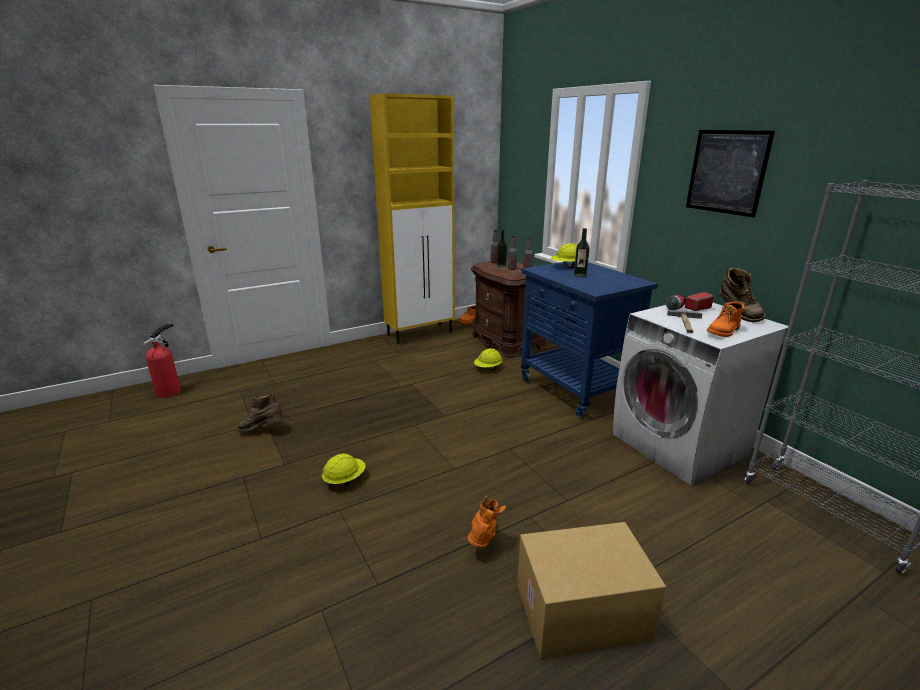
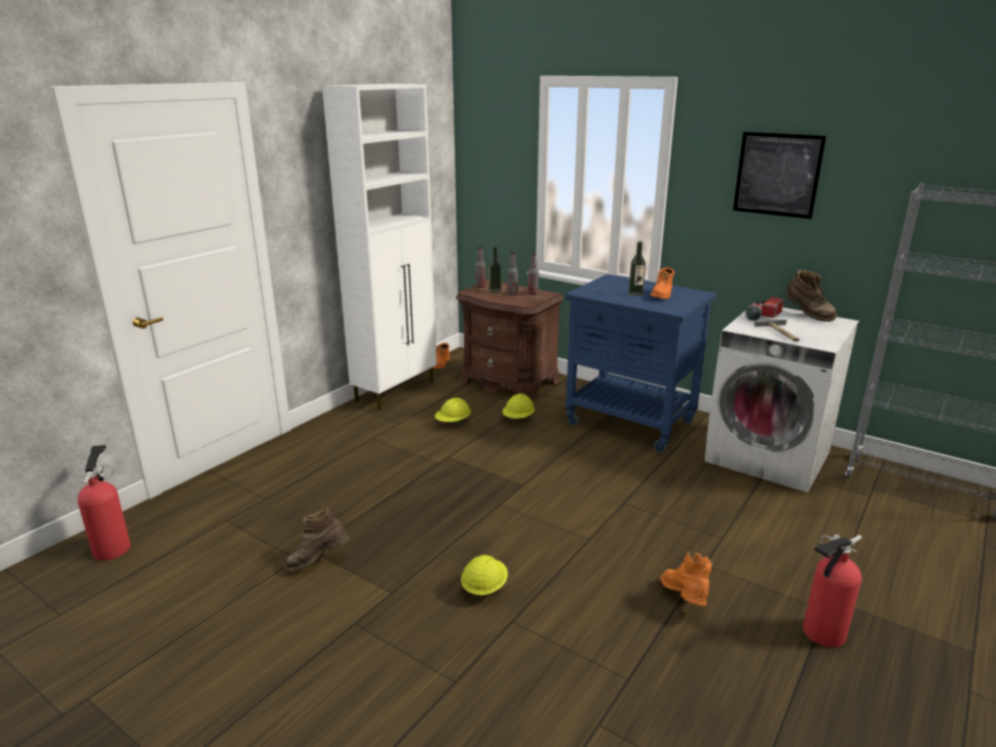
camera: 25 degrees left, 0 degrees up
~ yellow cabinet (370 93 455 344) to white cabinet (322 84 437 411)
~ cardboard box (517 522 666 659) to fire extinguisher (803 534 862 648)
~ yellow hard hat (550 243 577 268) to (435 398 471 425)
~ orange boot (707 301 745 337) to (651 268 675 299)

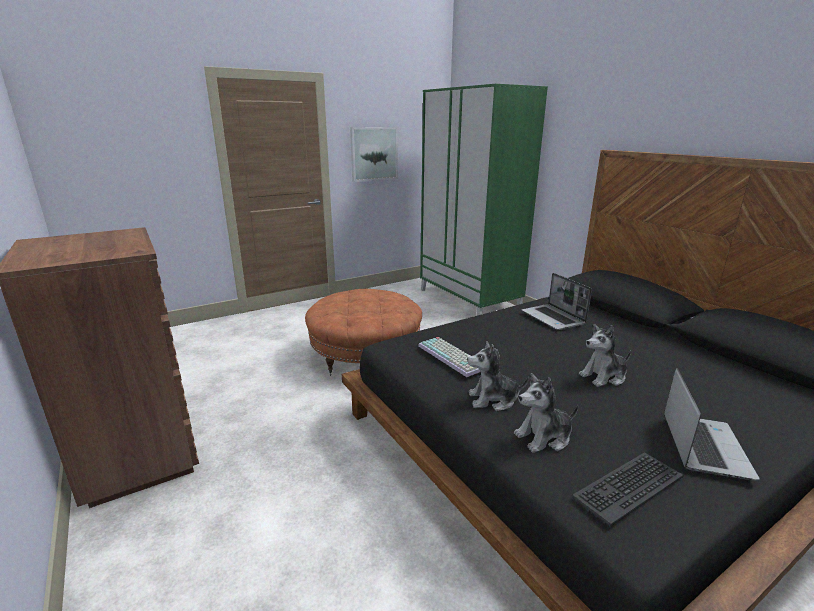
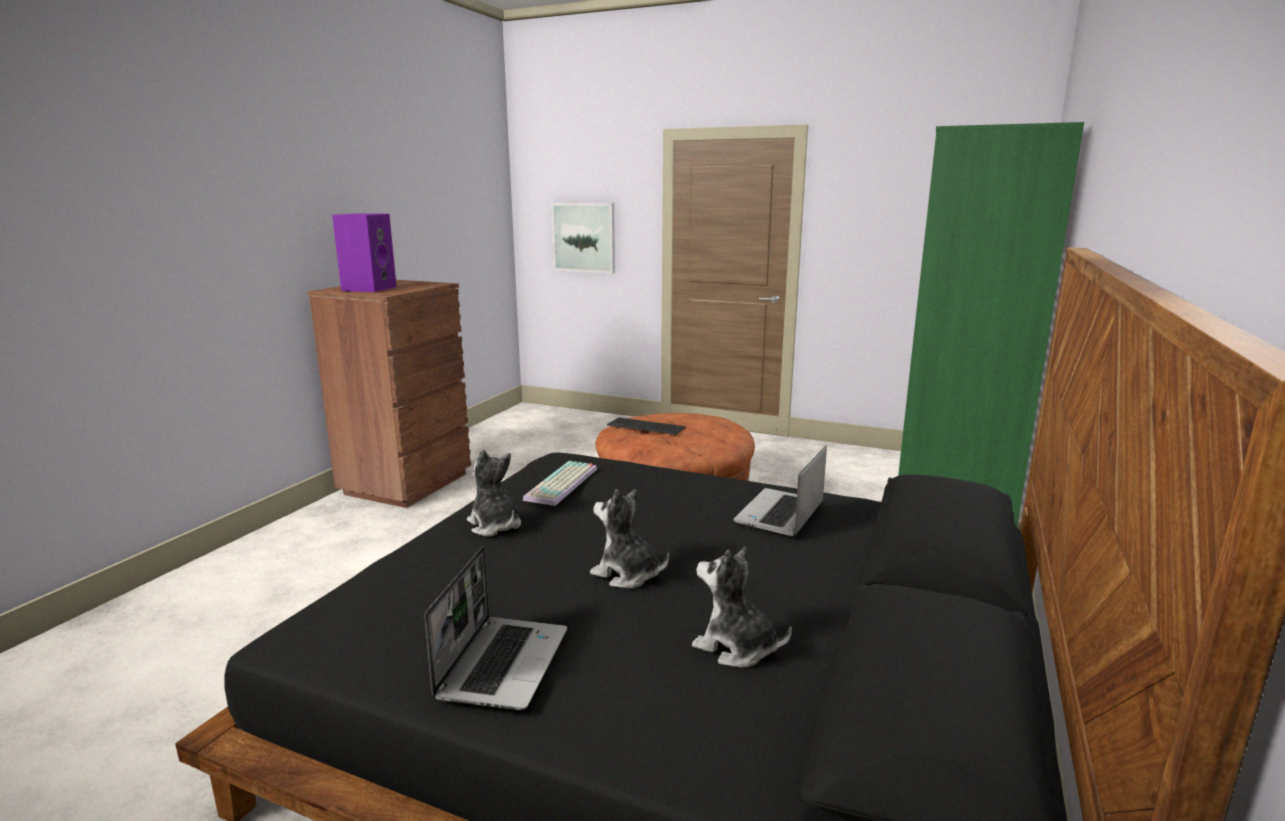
camera: 55 degrees right, 5 degrees down
~ picture (350 127 398 182) to (551 203 615 274)
~ plush toy (514 373 578 453) to (692 547 792 668)
~ keyboard (572 452 684 527) to (607 417 686 435)
~ laptop (664 368 760 481) = (425 546 567 710) 60 degrees counterclockwise
+ purple speaker (332 213 397 292)

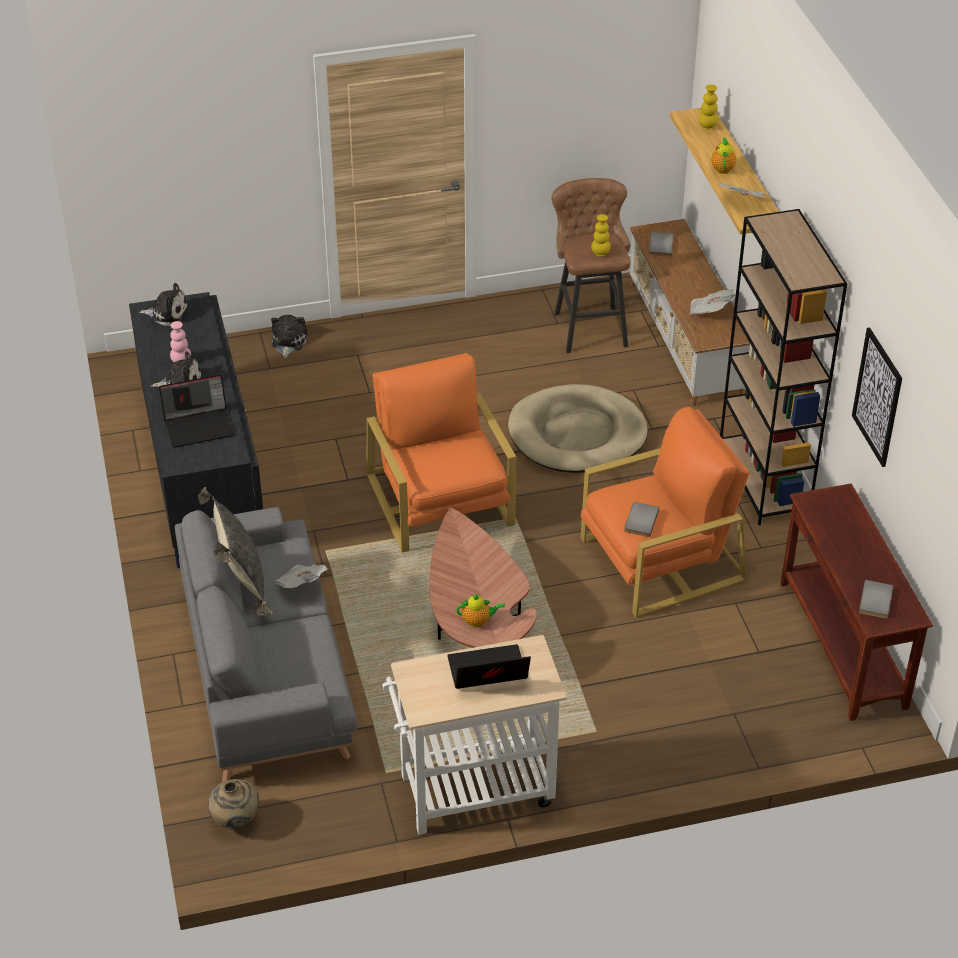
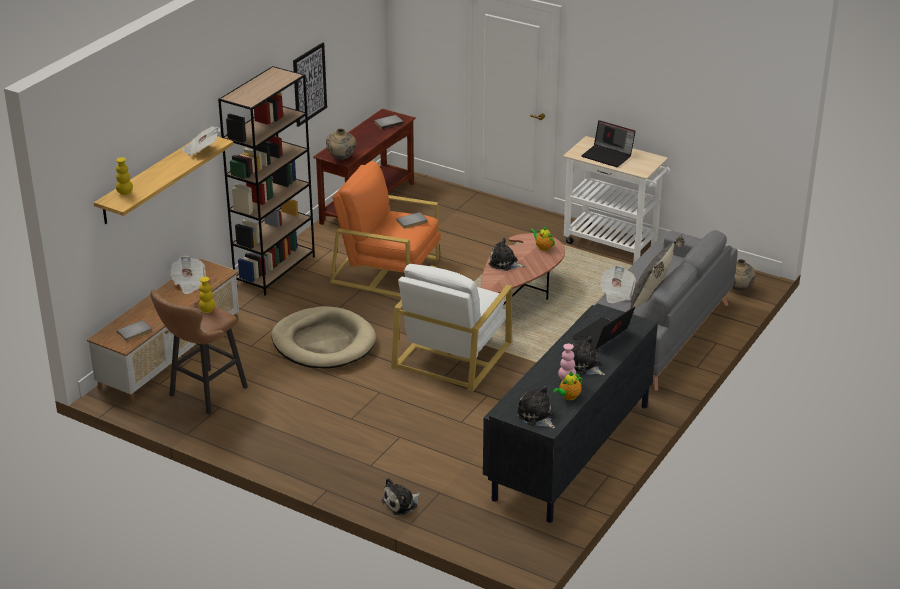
camera: 135 degrees left, 10 degrees down
~ laptop (159 375 234 448) = (572 306 635 349) 75 degrees counterclockwise
~ orange armchair (366 353 516 553) to white armchair (391 264 512 392)
~ teapot (711 138 737 174) to (553 372 582 400)
+ beige vase (326 128 357 160)
+ plush toy (489 238 525 271)

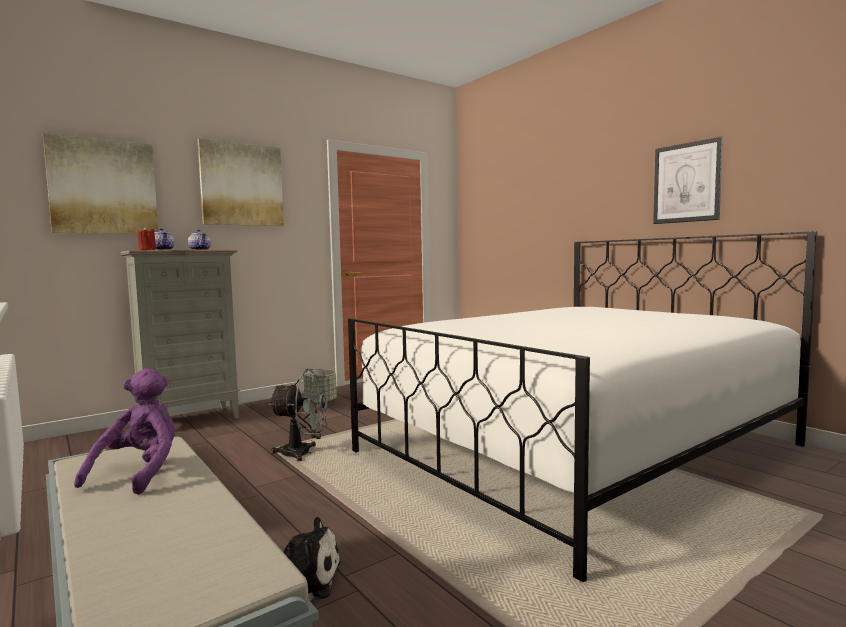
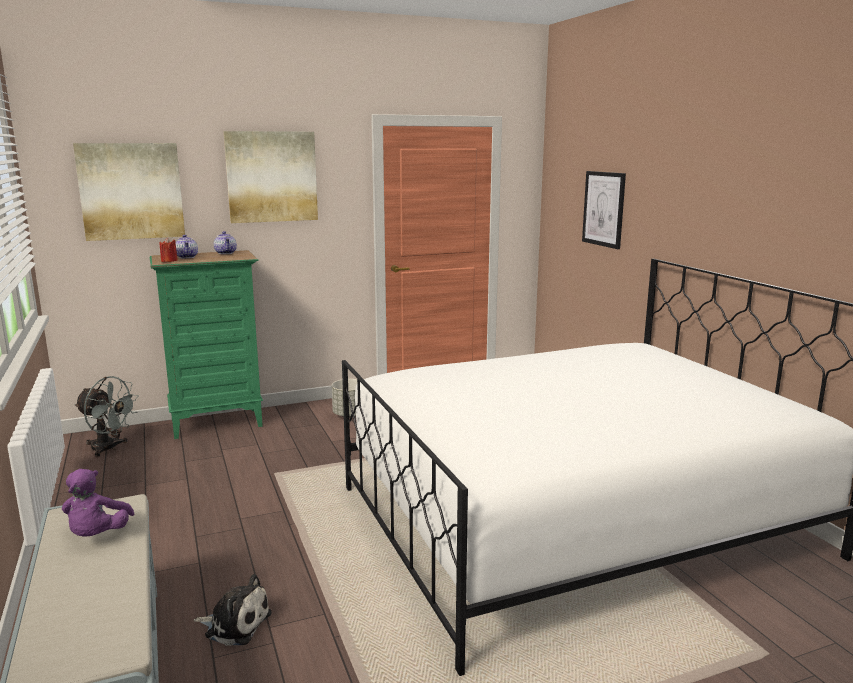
camera: 15 degrees right, 10 degrees up
~ purple plush toy (74 368 175 495) = (62 469 135 536) 150 degrees clockwise
~ grey dresser (121 250 240 418) to green dresser (150 250 263 439)
~ grey fan (268 369 332 461) to (75 376 139 457)
~ picture (653 137 723 224) to (582 171 626 249)

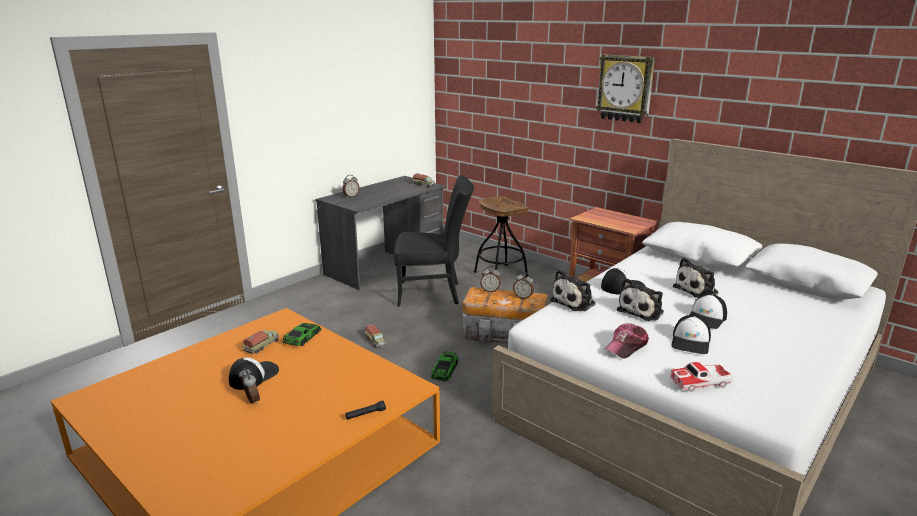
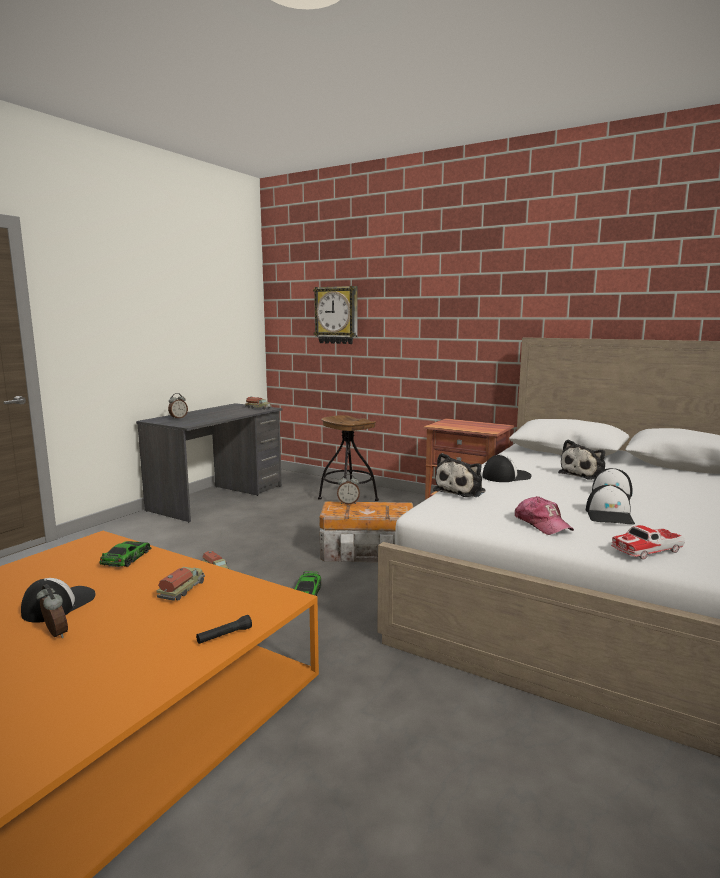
camera: 10 degrees left, 10 degrees down
~ toy truck (242 330 279 354) to (157 567 205 601)
- black chair (394 175 474 307)
- alarm clock (513 272 534 300)
~ wall clock (596 54 655 123) to (313 286 358 344)
~ cap (604 323 649 359) = (515 496 574 535) 60 degrees counterclockwise
- plush toy (617 278 664 321)

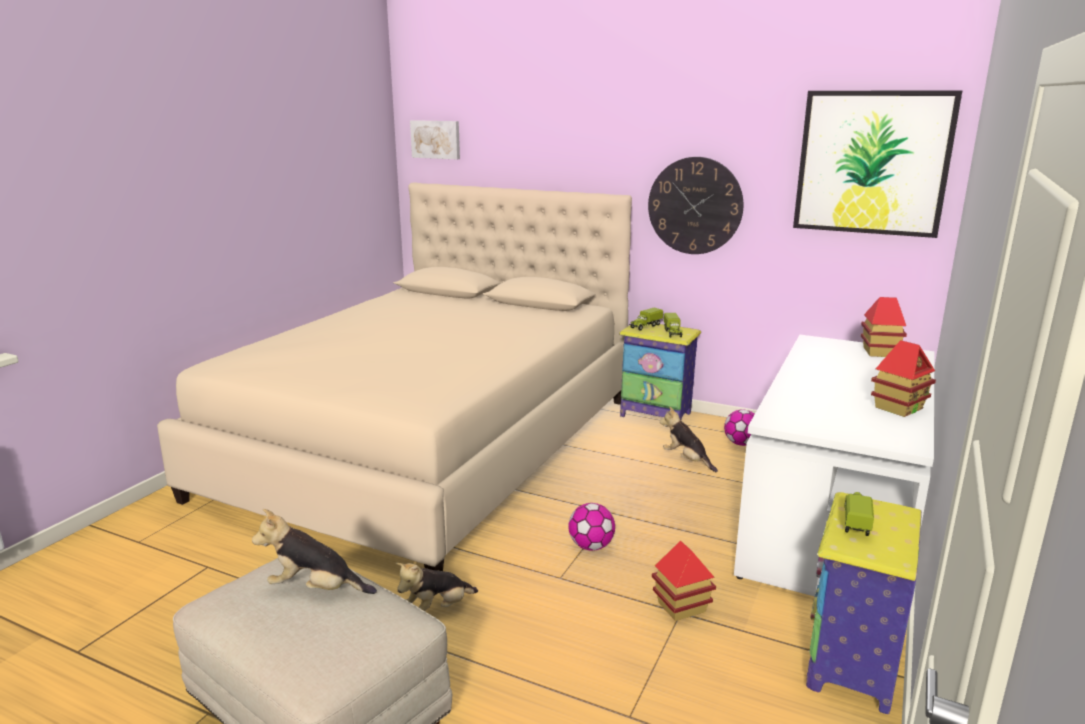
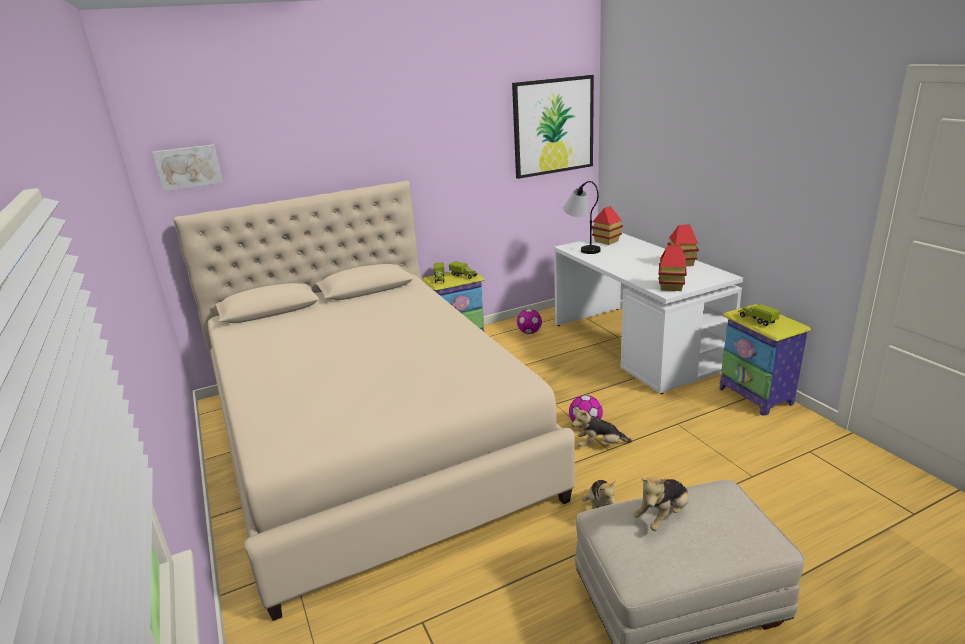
camera: 50 degrees left, 5 degrees up
- wall clock (648 157 744 254)
~ toy house (652 541 716 621) to (658 245 687 291)
~ plush toy (660 406 718 472) to (572 408 632 447)
+ table lamp (563 181 600 254)

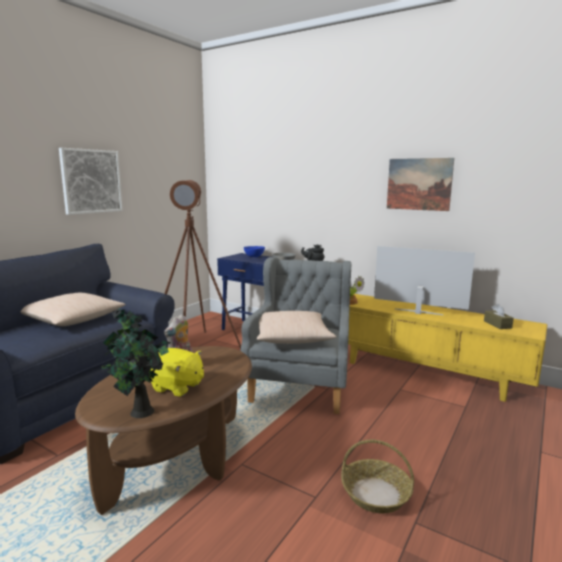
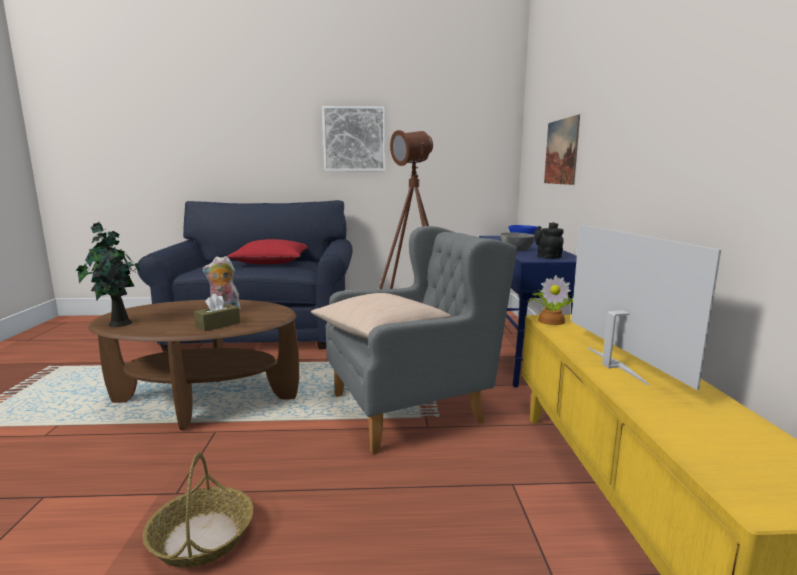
camera: 55 degrees right, 0 degrees up
~ beige pillow (21 293 126 326) to red pillow (227 239 308 264)
- yellow plush toy (151 348 204 397)
~ picture (387 158 454 211) to (544 115 580 185)
~ brown tissue box (484 304 514 329) to (194 293 240 331)

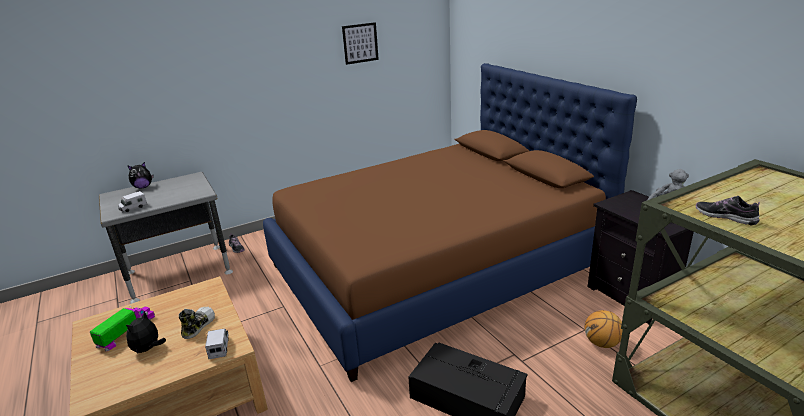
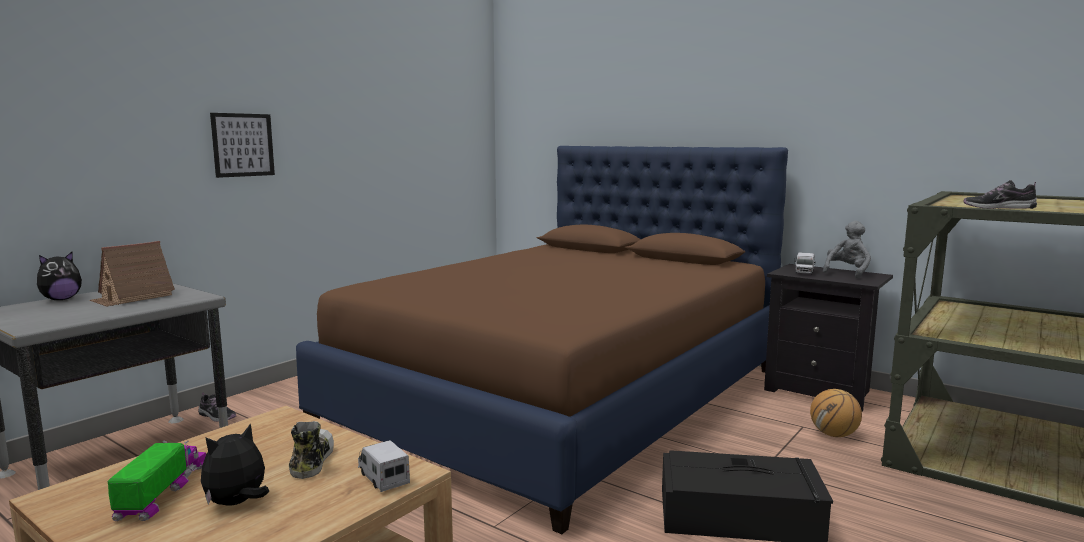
camera: 25 degrees left, 15 degrees down
~ toy truck (118 191 147 212) to (794 253 816 274)
~ plush toy (126 311 166 354) = (201 423 269 506) 45 degrees clockwise
~ picture (342 22 379 65) to (210 113 275 178)
+ toy house (89 241 175 307)

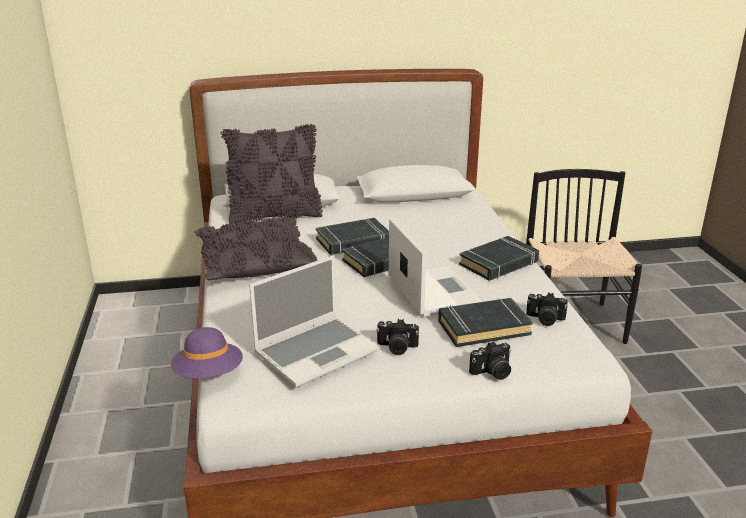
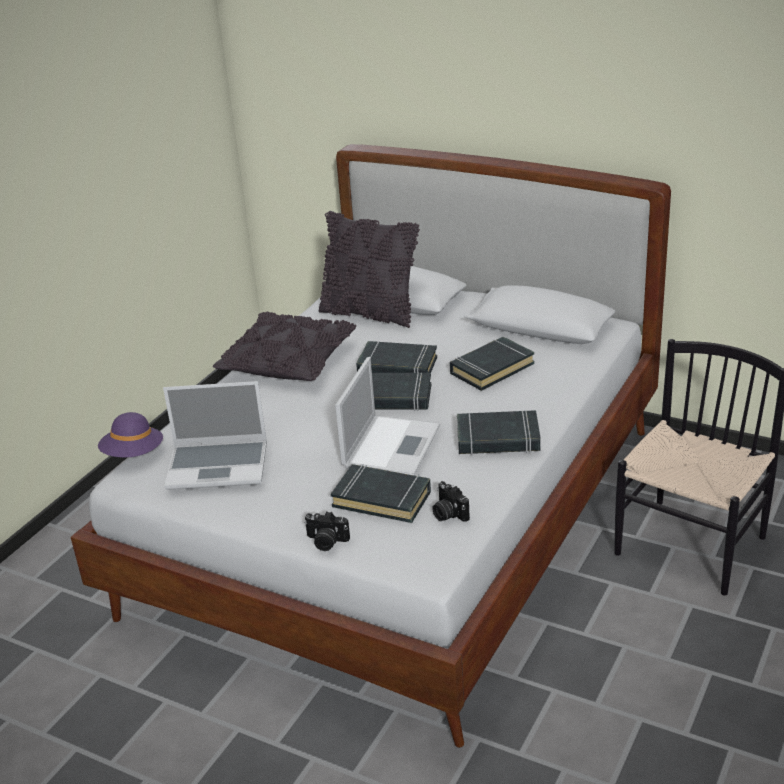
camera: 40 degrees right, 5 degrees up
- photo camera (376 319 419 355)
+ black book (450 337 535 391)

